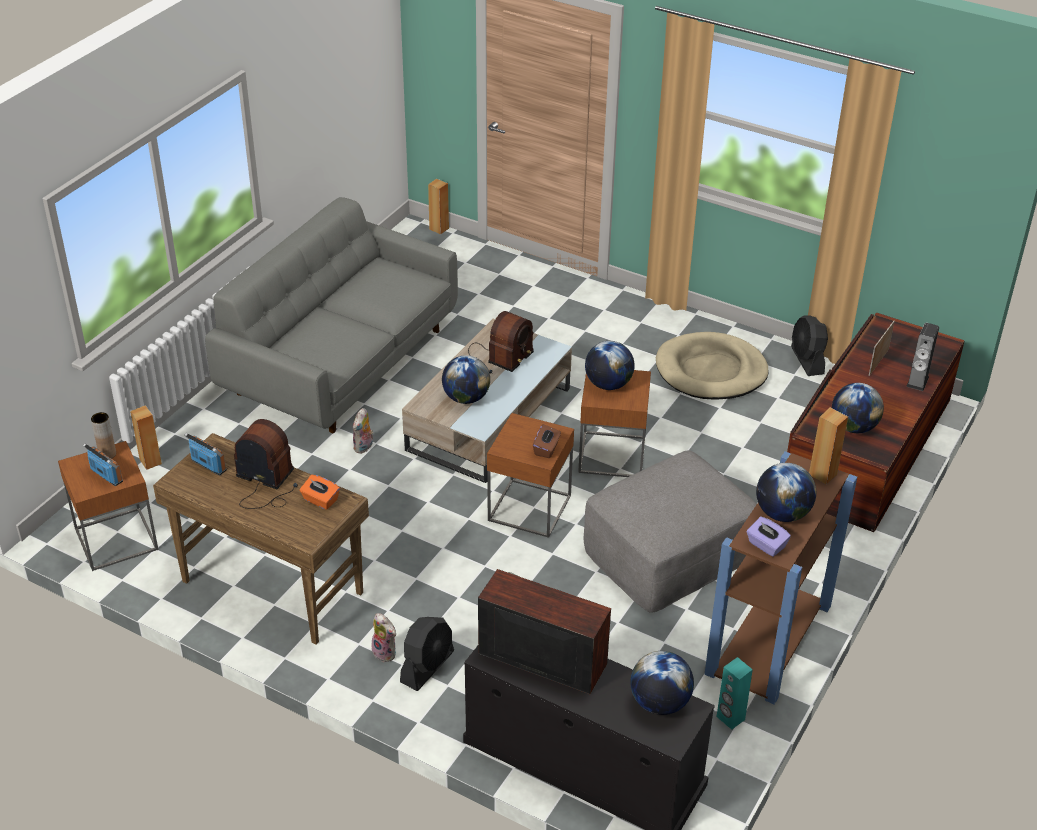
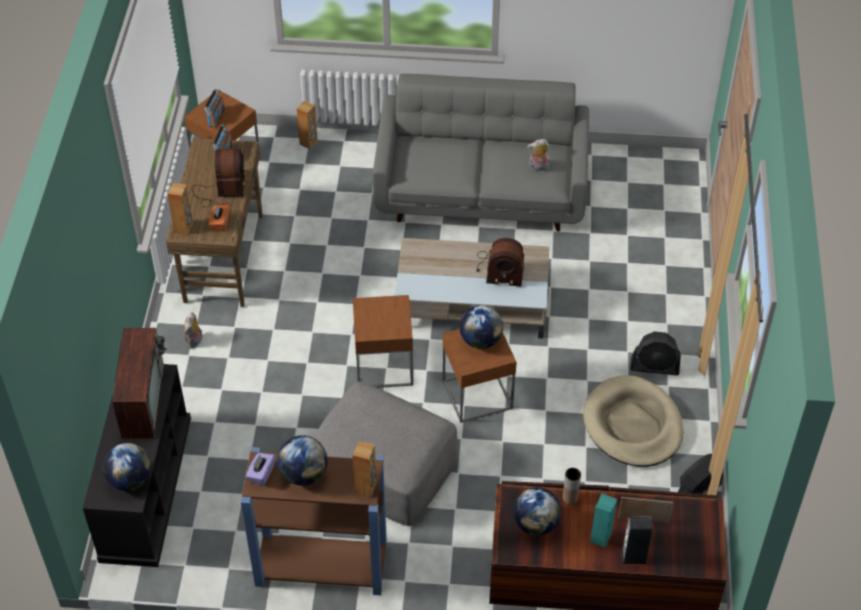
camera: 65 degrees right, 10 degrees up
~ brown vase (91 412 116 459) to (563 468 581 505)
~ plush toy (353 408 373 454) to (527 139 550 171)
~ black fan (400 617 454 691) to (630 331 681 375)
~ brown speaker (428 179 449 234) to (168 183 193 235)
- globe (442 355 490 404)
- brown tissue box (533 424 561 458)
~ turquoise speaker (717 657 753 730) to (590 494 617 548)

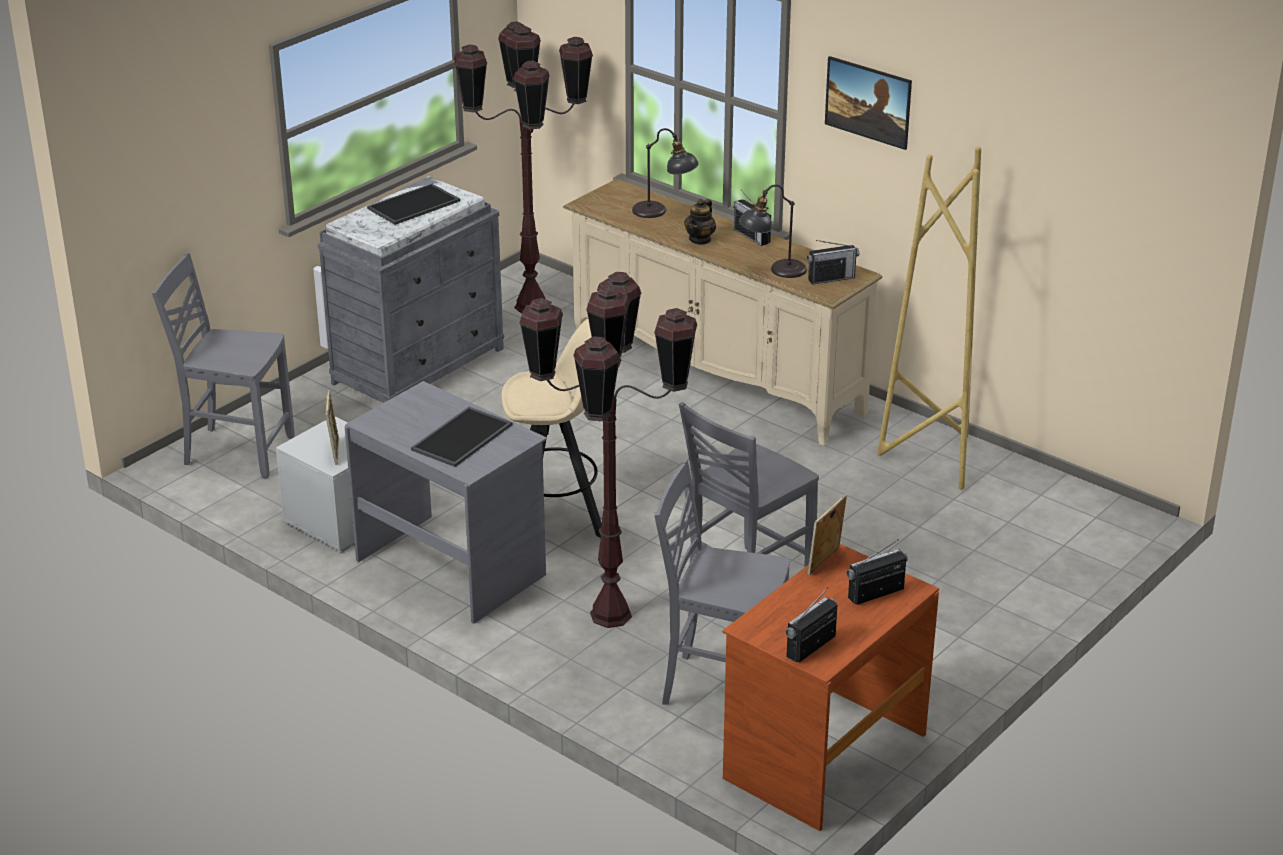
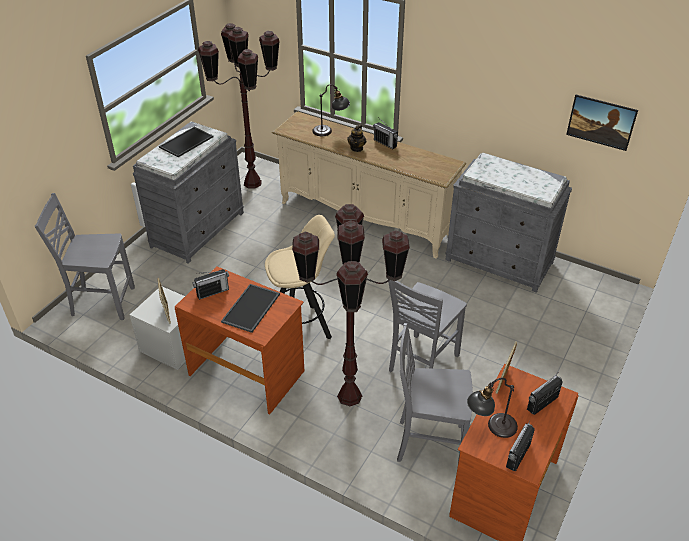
camera: 10 degrees left, 10 degrees up
~ grey desk (345 381 547 624) to brown desk (175 266 304 415)
~ grey table lamp (739 185 807 278) to (467 378 518 438)
~ radio (807 240 859 285) to (192 269 229 300)
~ picture (825 56 912 150) to (566 95 638 151)
~ yellow clothes rack (877 146 981 490) to grey dresser (445 153 572 293)

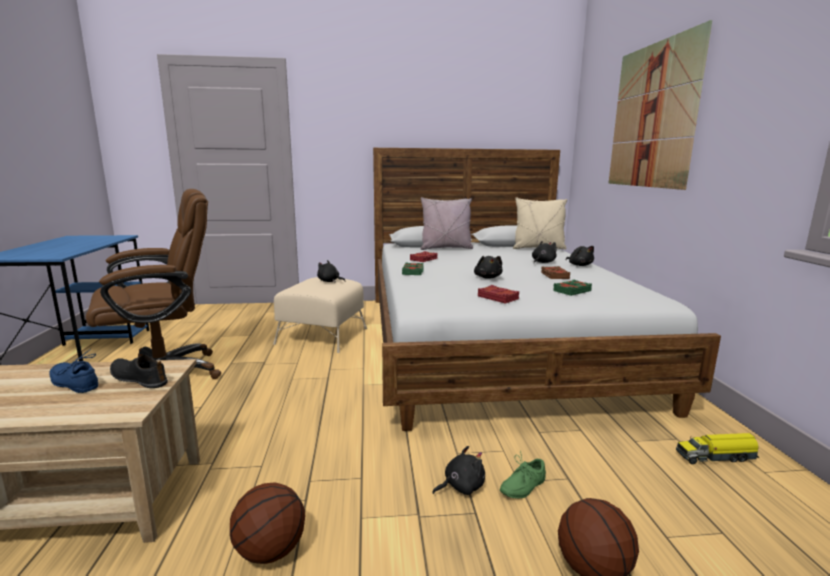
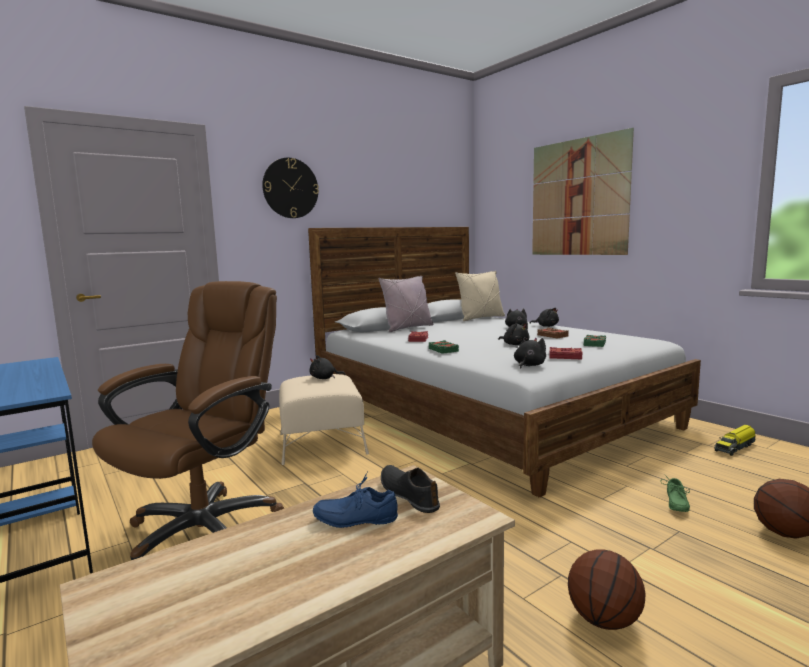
camera: 30 degrees left, 5 degrees down
~ black shoe (110 355 168 388) = (381 465 440 513) 60 degrees clockwise
~ black plush toy (432 446 485 495) to (514 337 546 368)
+ wall clock (262 158 319 218)

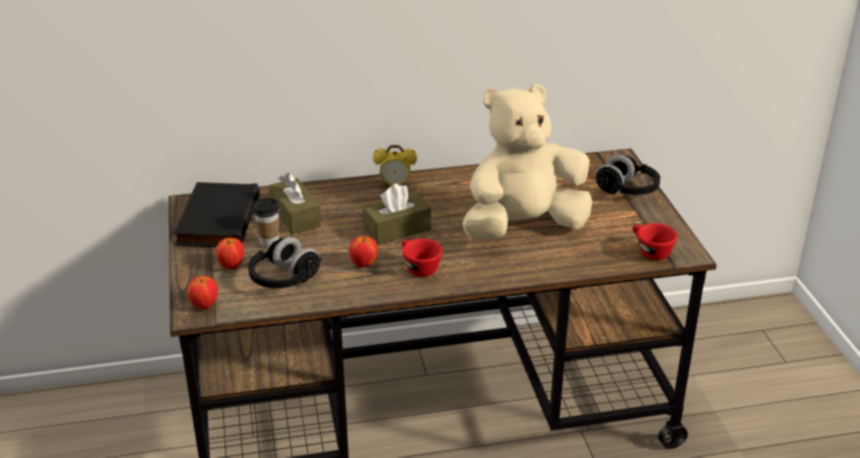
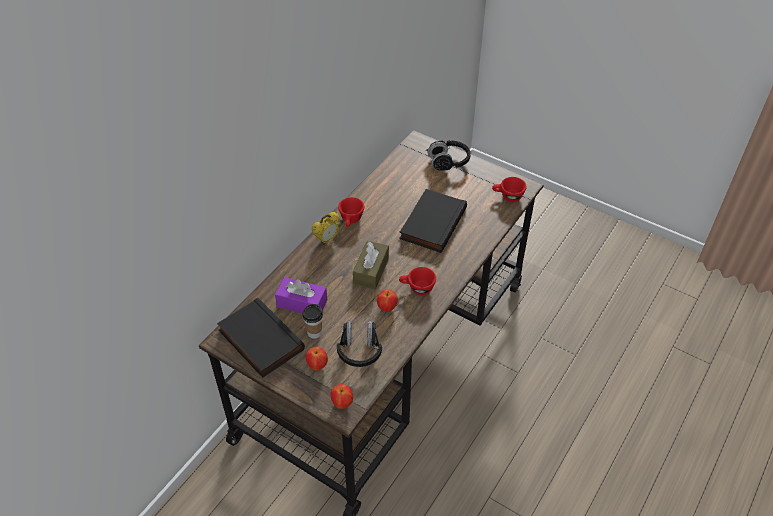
camera: 45 degrees left, 15 degrees up
~ brown tissue box (269 173 321 234) to purple tissue box (275 277 327 313)
~ beige plush toy (463 84 592 240) to black book (399 189 467 253)
+ red cup (338 197 364 226)

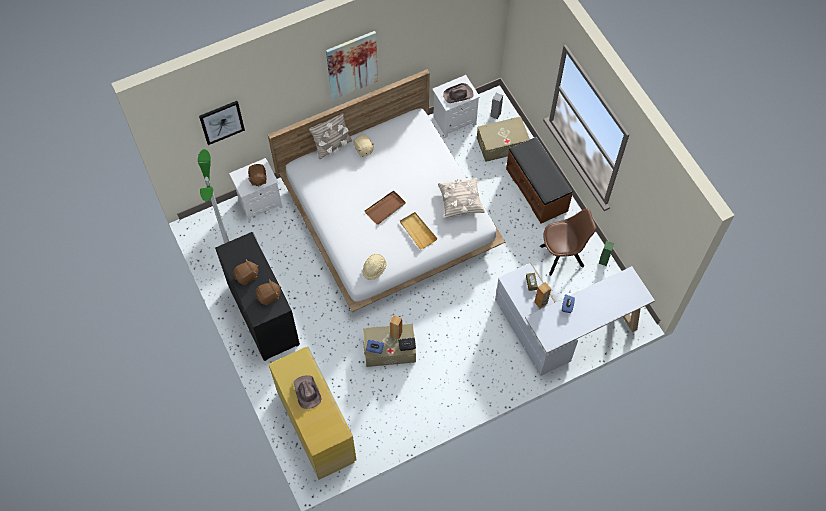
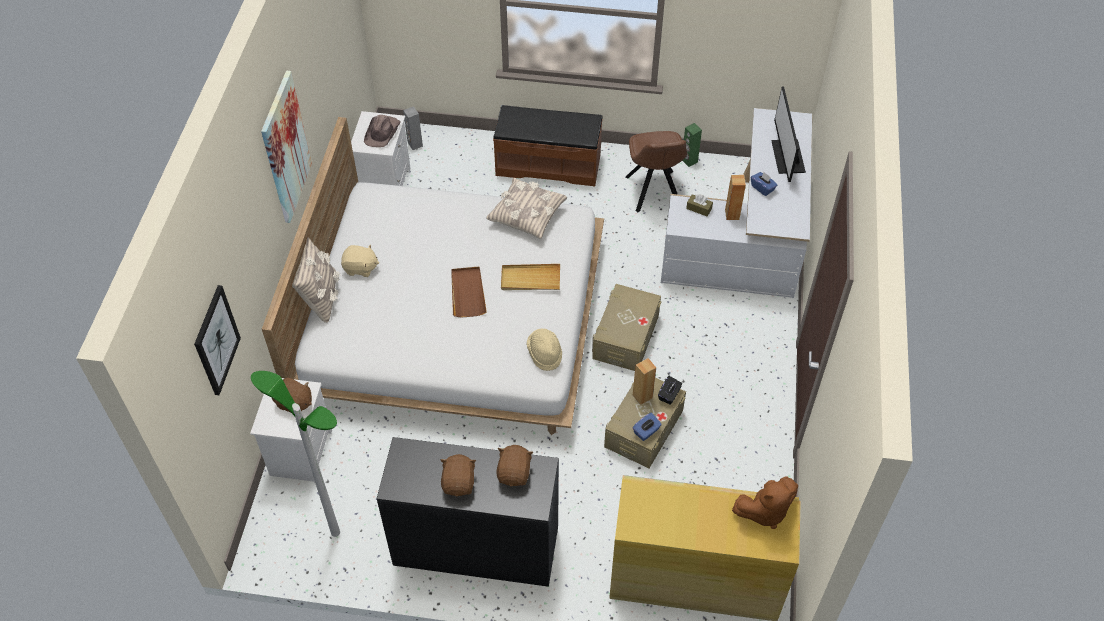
camera: 55 degrees left, 10 degrees down
- brown hat (294 375 321 409)
~ beige storage box (477 116 530 162) to (592 284 661 371)
~ brown chair (540 208 597 275) = (626 131 687 213) 150 degrees clockwise
+ brown plush toy (732 476 798 529)
+ monitor (772 86 806 182)

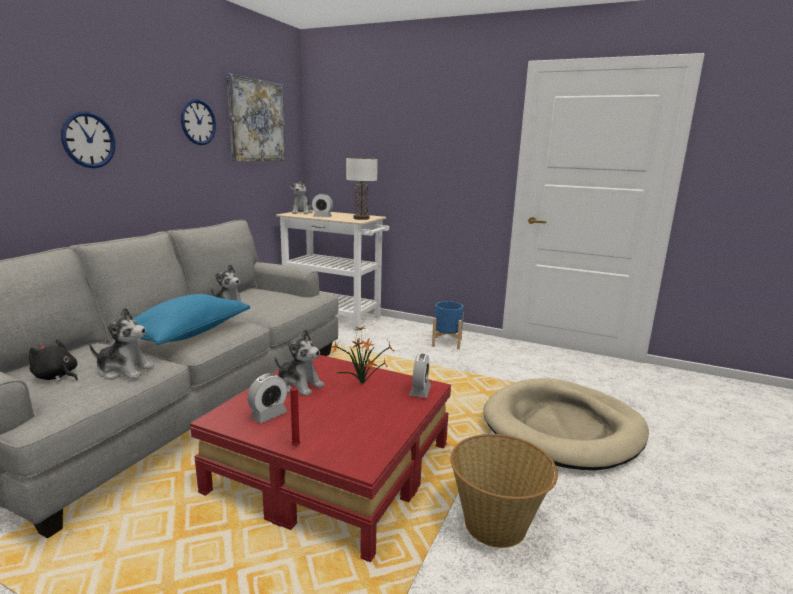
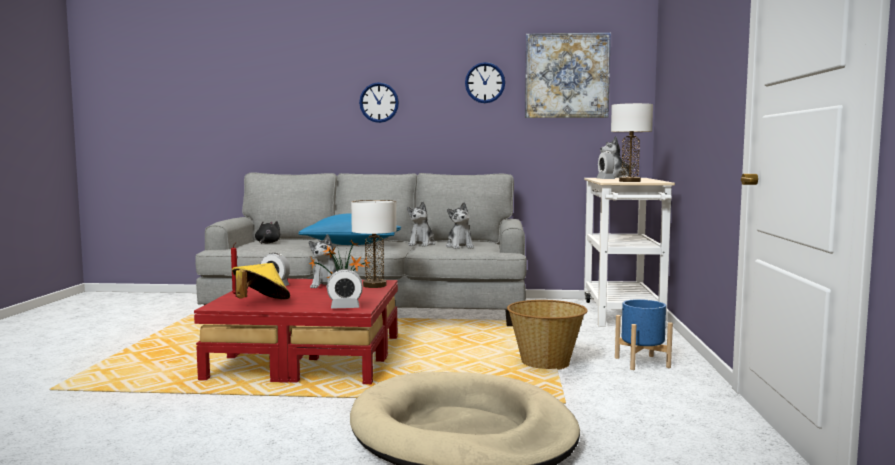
camera: 70 degrees right, 10 degrees down
~ plush toy (89 308 154 380) to (446 202 474 249)
~ basket (450 434 558 548) to (507 300 588 370)
+ yellow hat (232 263 290 299)
+ table lamp (351 200 396 288)

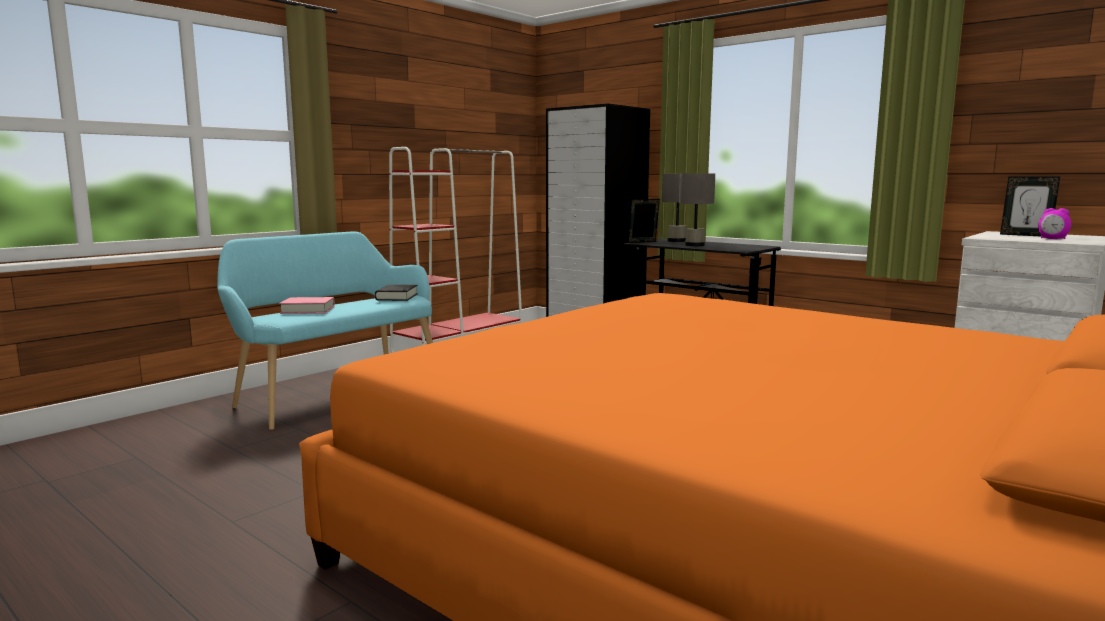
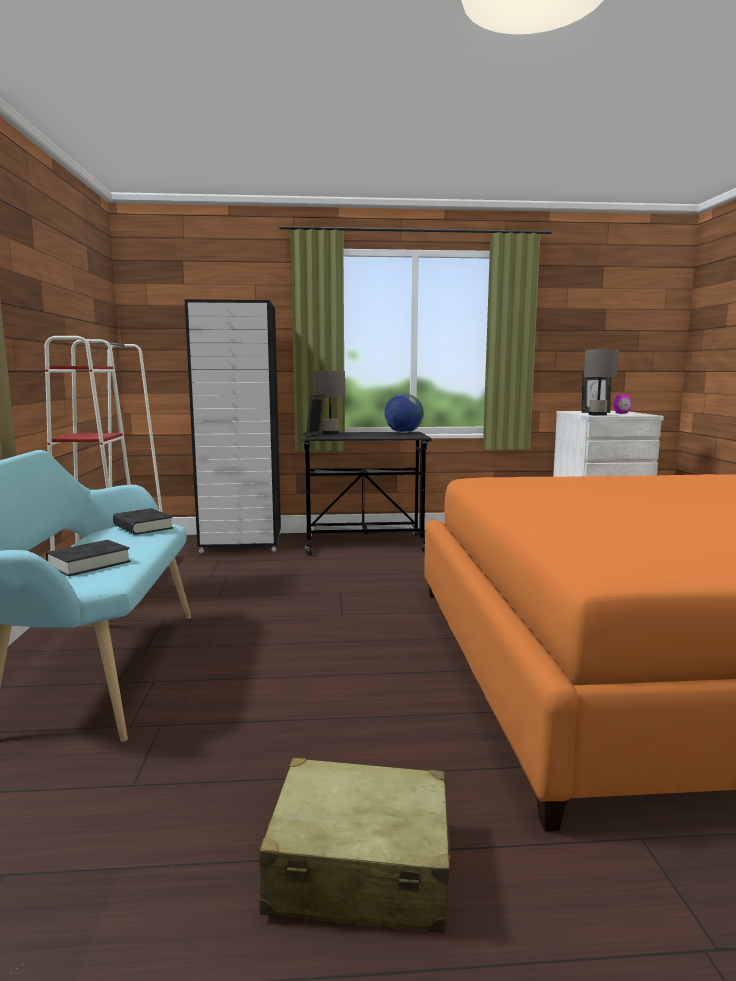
camera: 45 degrees left, 0 degrees up
~ pink book (279 297 335 314) to black book (46 540 131 577)
~ grey table lamp (679 173 715 246) to (584 349 619 416)
+ beige suitcase (259 757 451 934)
+ globe (384 394 424 433)

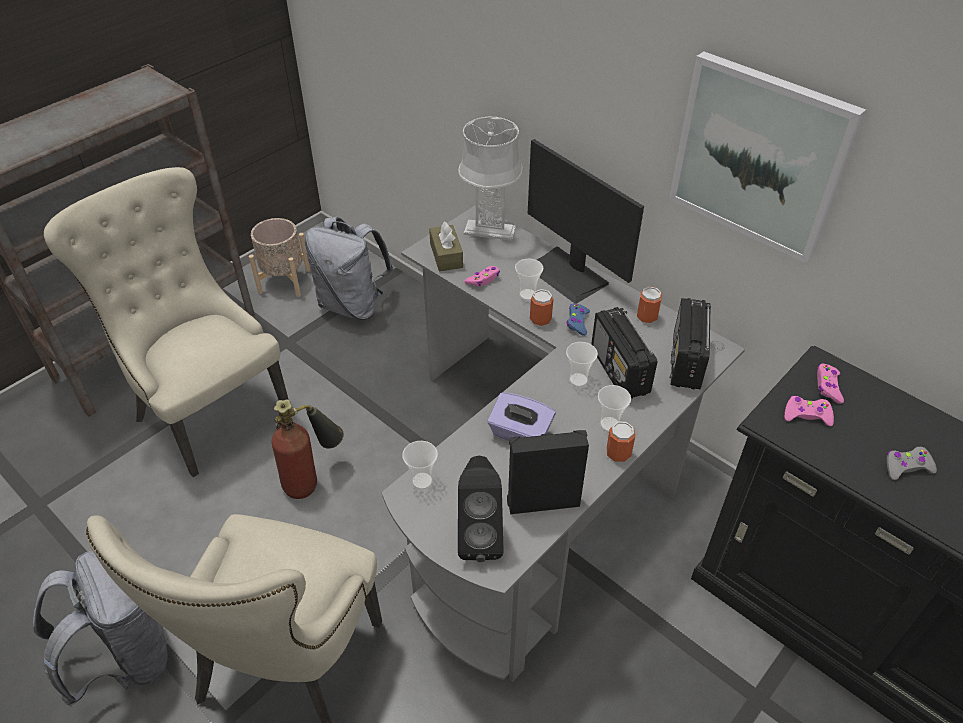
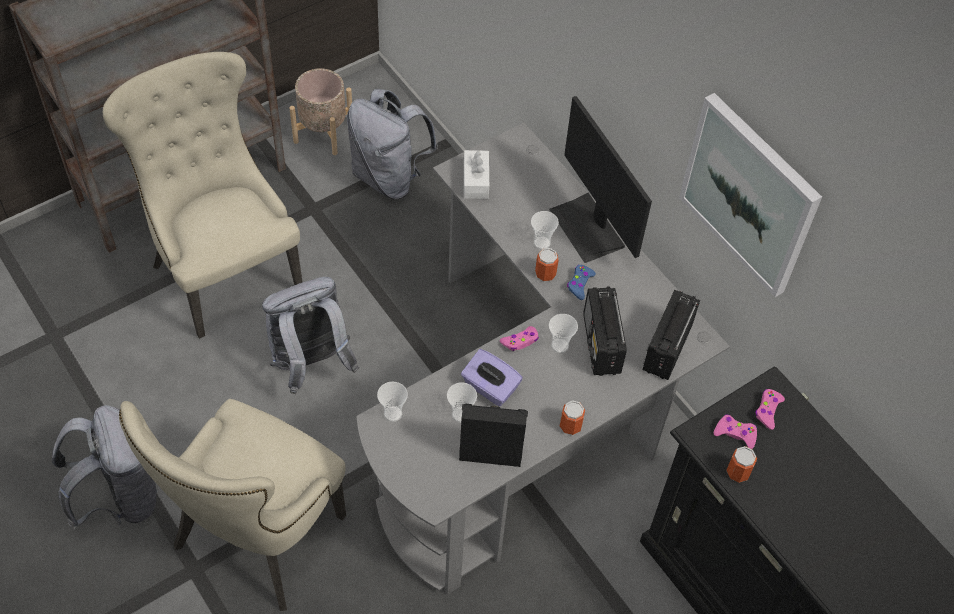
camera: 10 degrees right, 10 degrees up
~ fire extinguisher (272 399 344 499) to grey backpack (262 277 359 394)
~ brown tissue box (429 221 463 272) to white tissue box (464 150 489 199)
- grey table lamp (458 116 523 241)
- black speaker (458 456 504 562)
~ pink game controller (464 266 500 286) to (500 326 539 351)
~ cup (598 385 631 432) to (447 382 477 423)
~ can (637 287 662 324) to (726 446 757 483)
- grey game controller (887 447 937 480)

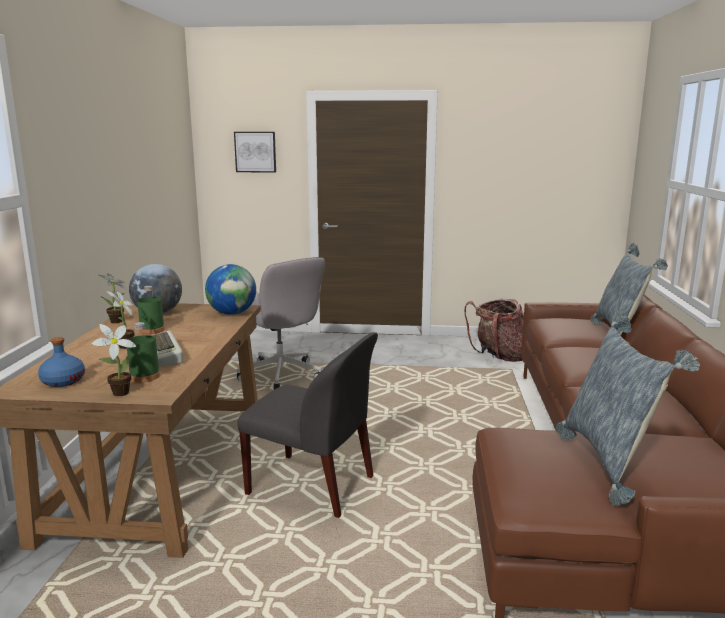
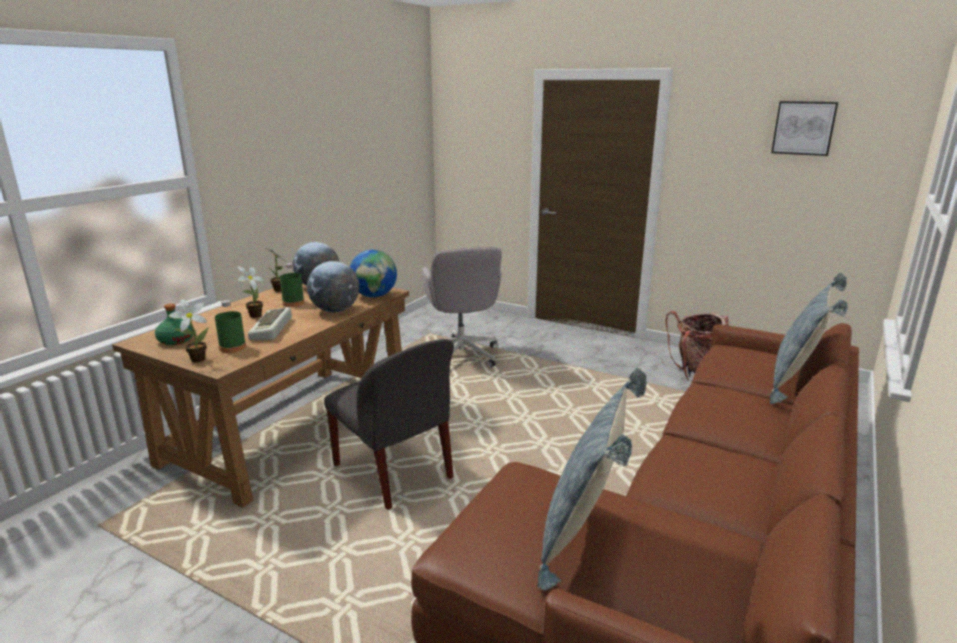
camera: 25 degrees right, 5 degrees up
~ blue bottle (38 337 85 387) to green bottle (155 303 194 345)
~ picture (234 132 276 173) to (771 101 838 156)
+ globe (307 261 359 312)

